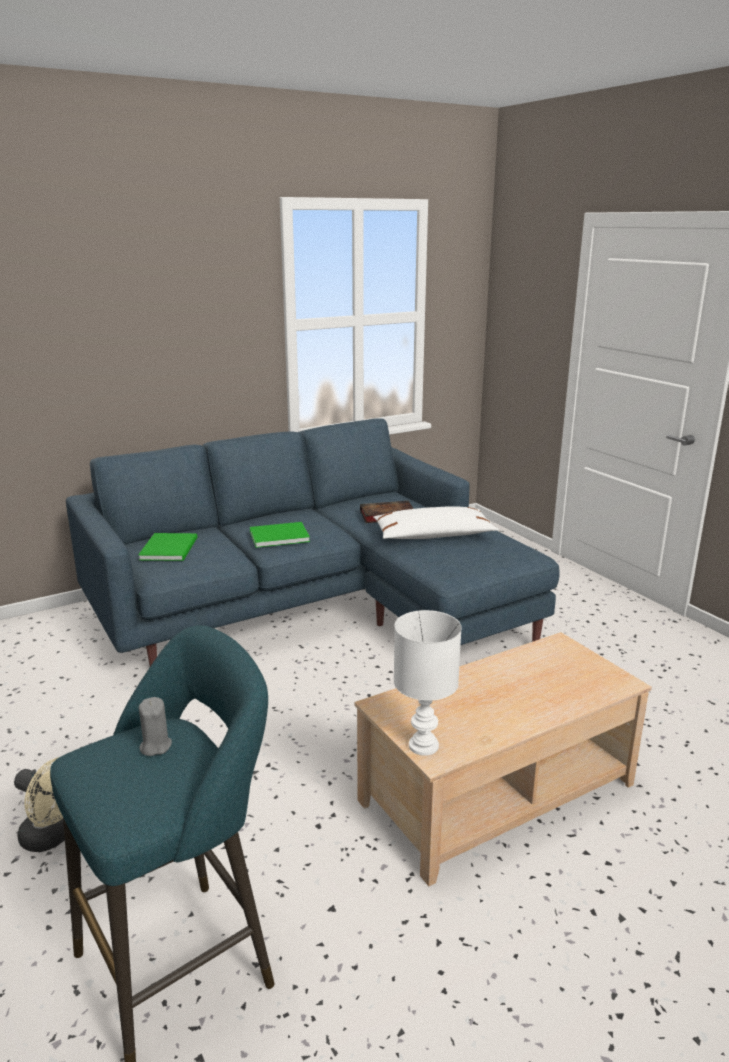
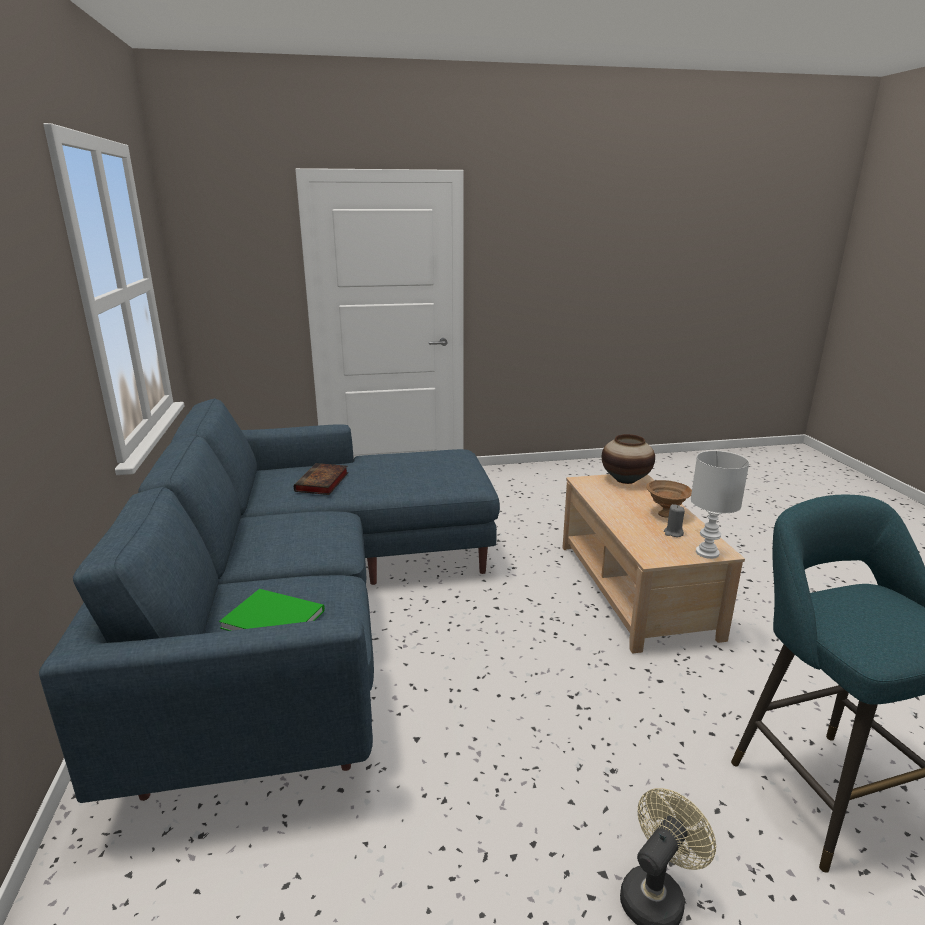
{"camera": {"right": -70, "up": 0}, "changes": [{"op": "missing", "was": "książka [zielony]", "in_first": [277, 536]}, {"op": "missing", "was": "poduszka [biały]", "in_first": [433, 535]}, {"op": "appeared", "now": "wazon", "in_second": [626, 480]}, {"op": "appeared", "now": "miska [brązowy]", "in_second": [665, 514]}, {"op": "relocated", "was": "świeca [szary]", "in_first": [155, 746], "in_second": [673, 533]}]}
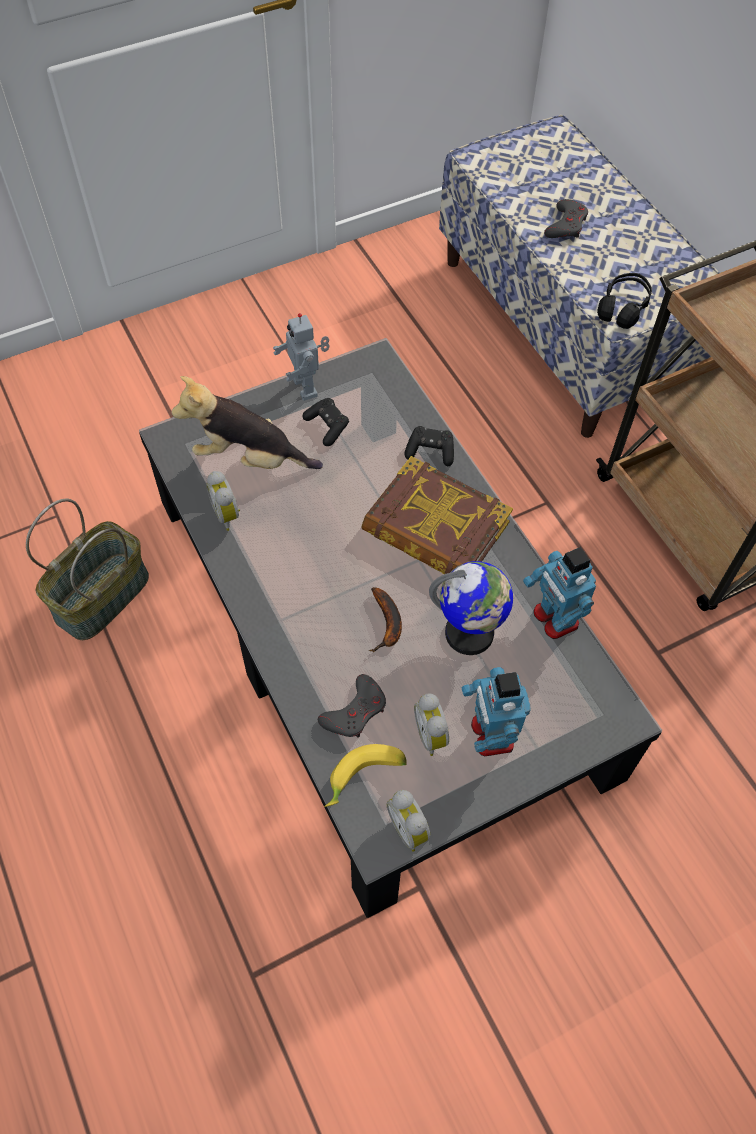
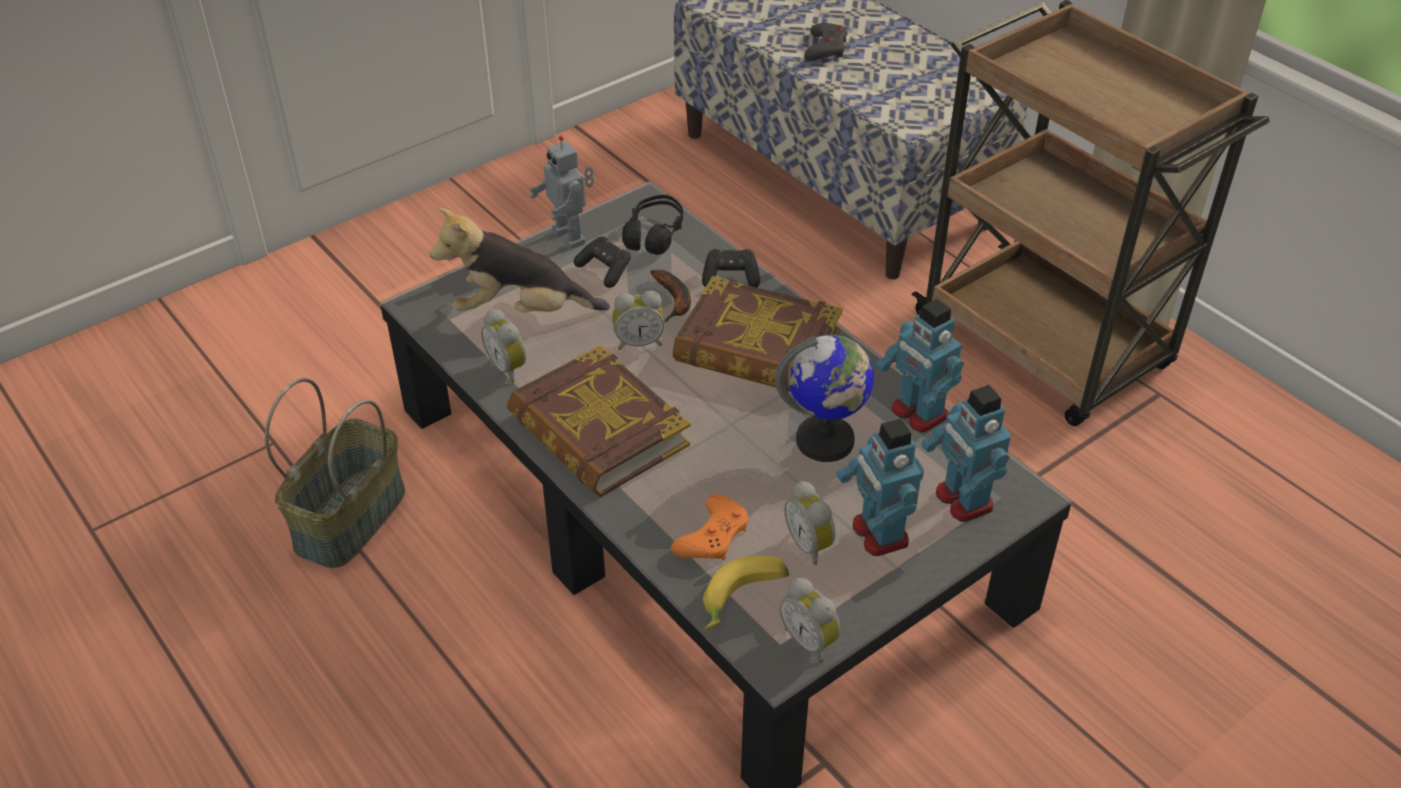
{"camera": {"right": -10, "up": -15}, "changes": [{"op": "appeared", "now": "książka", "in_second": [597, 432]}, {"op": "appeared", "now": "budzik", "in_second": [639, 342]}, {"op": "appeared", "now": "robot zabawkowy", "in_second": [962, 500]}, {"op": "relocated", "was": "banan", "in_first": [387, 624], "in_second": [674, 300]}, {"op": "relocated", "was": "słuchawki [czarny]", "in_first": [623, 308], "in_second": [654, 234]}, {"op": "colour", "was": "pad do gier [szary]", "now": "pad do gier [pomarańczowy]", "in_first": [355, 711], "in_second": [713, 536]}]}
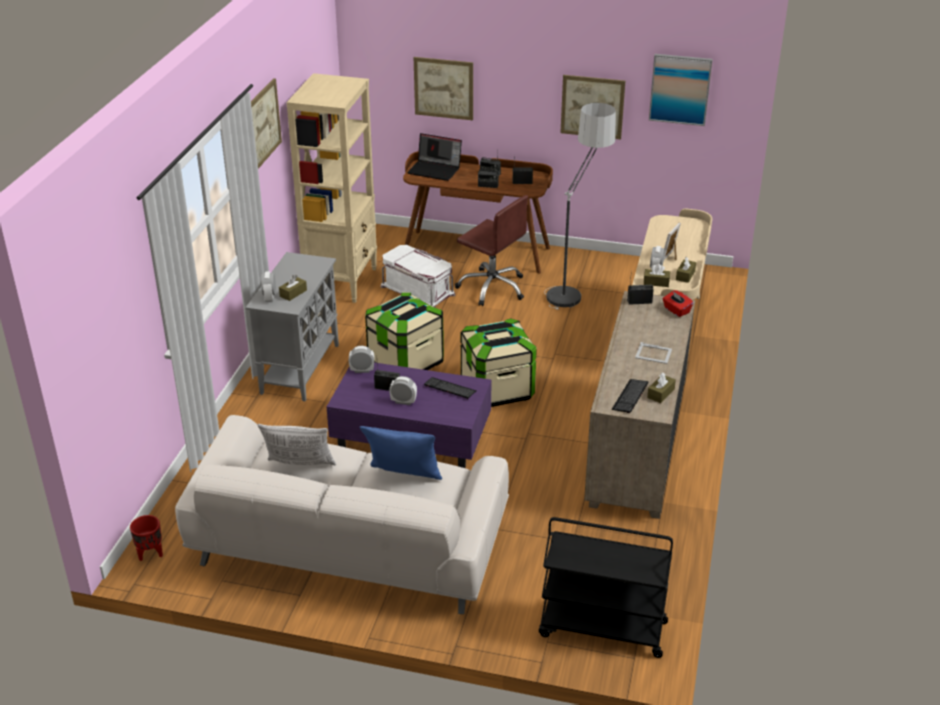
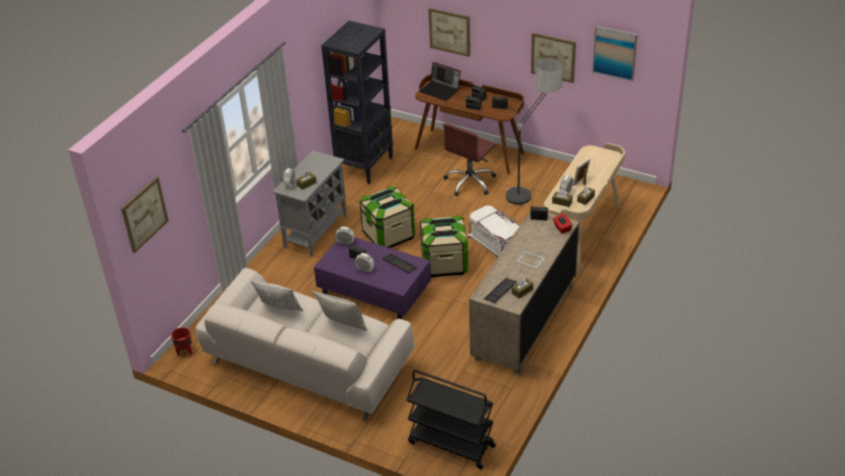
{"camera": {"right": 15, "up": 5}, "changes": [{"op": "relocated", "was": "obraz", "in_first": [263, 124], "in_second": [144, 214]}, {"op": "relocated", "was": "pojemnik do przechowywania [biały]", "in_first": [418, 289], "in_second": [496, 242]}, {"op": "colour", "was": "regał [beżowy]", "now": "regał [czarny]", "in_first": [342, 281], "in_second": [365, 166]}, {"op": "colour", "was": "poduszka [niebieski]", "now": "poduszka [szary]", "in_first": [403, 479], "in_second": [342, 327]}, {"op": "spun", "was": "krzesło biurowe [brązowy]", "in_first": [492, 287], "in_second": [470, 182], "clockwise": 75}]}
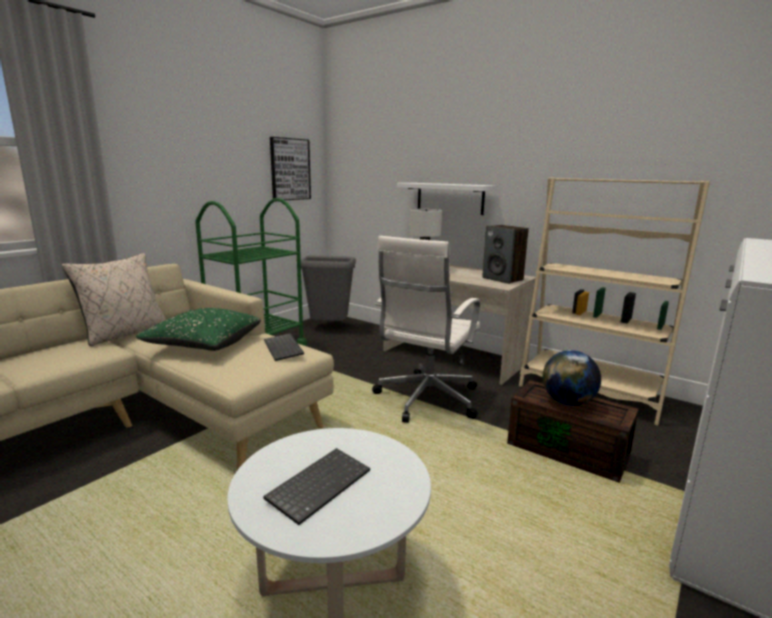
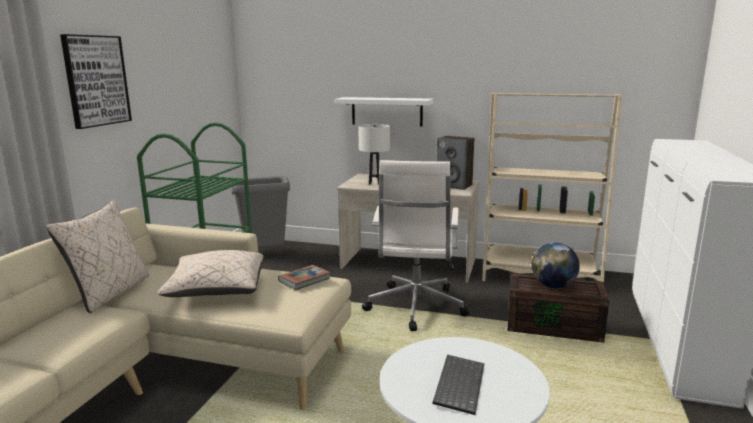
{"camera": {"right": -20, "up": 0}, "changes": [{"op": "relocated", "was": "obraz", "in_first": [290, 169], "in_second": [96, 81]}, {"op": "exchanged", "was": "klawiatura", "now": "książka", "in_first": [284, 348], "in_second": [304, 280]}, {"op": "colour", "was": "poduszka [zielony]", "now": "poduszka [beżowy]", "in_first": [204, 344], "in_second": [217, 290]}]}
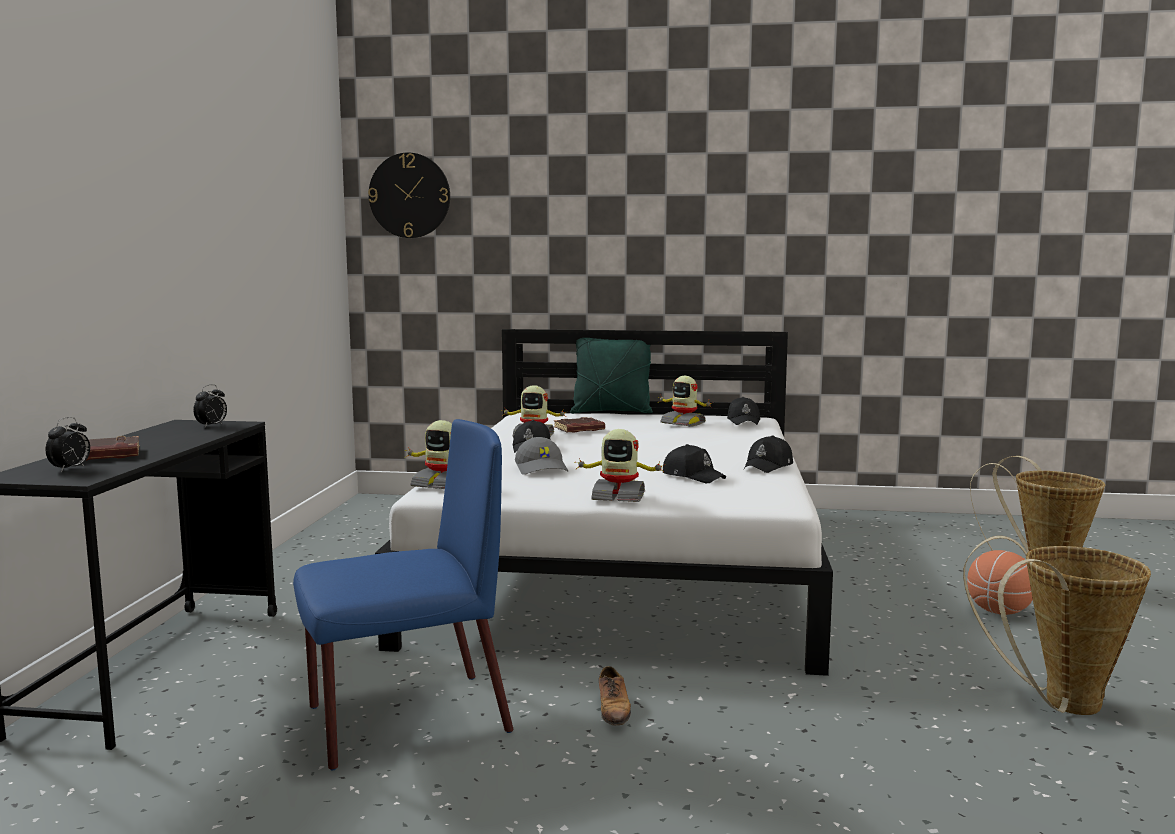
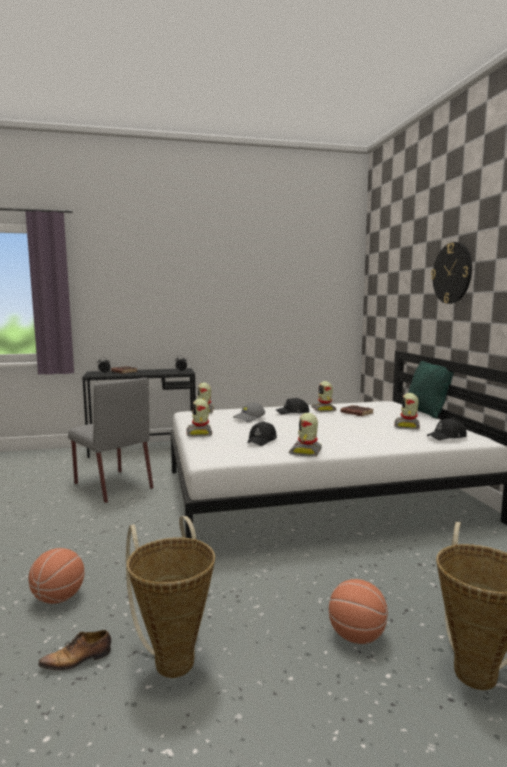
{"camera": {"right": 70, "up": 0}, "changes": [{"op": "appeared", "now": "piłka do koszykówki", "in_second": [59, 597]}, {"op": "relocated", "was": "zegar ścienny", "in_first": [409, 195], "in_second": [452, 273]}, {"op": "relocated", "was": "but", "in_first": [613, 709], "in_second": [78, 660]}, {"op": "exchanged", "was": "czapka z daszkiem [czarny]", "now": "robot zabawkowy", "in_first": [768, 466], "in_second": [306, 452]}, {"op": "colour", "was": "krzesło [niebieski]", "now": "krzesło [szary]", "in_first": [404, 720], "in_second": [112, 485]}]}
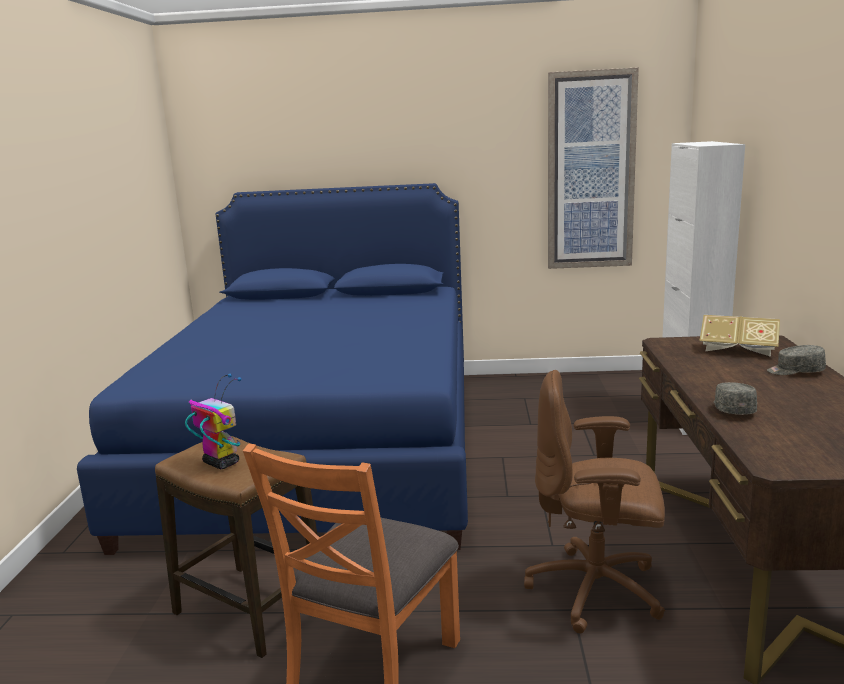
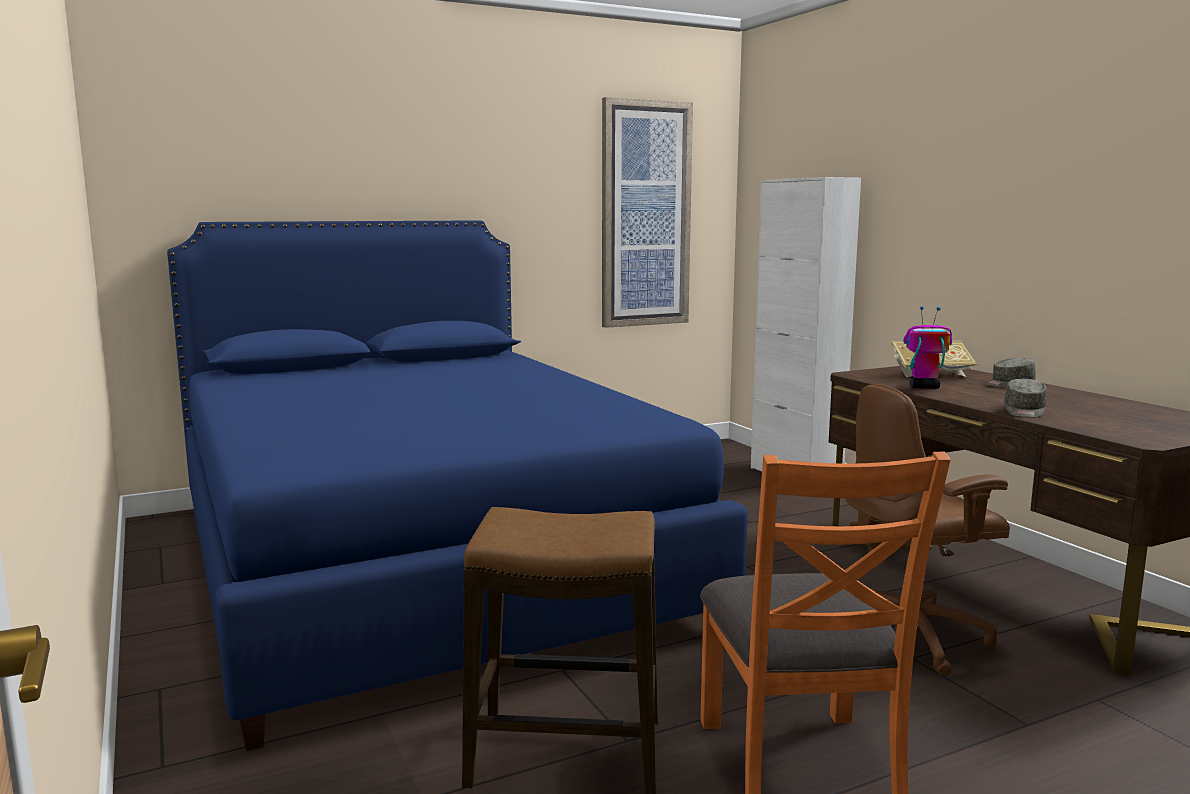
{"camera": {"right": -30, "up": -5}, "changes": [{"op": "relocated", "was": "robot zabawkowy", "in_first": [220, 463], "in_second": [923, 387]}, {"op": "spun", "was": "czapka z daszkiem [szary]", "in_first": [732, 409], "in_second": [1024, 411], "clockwise": -135}]}
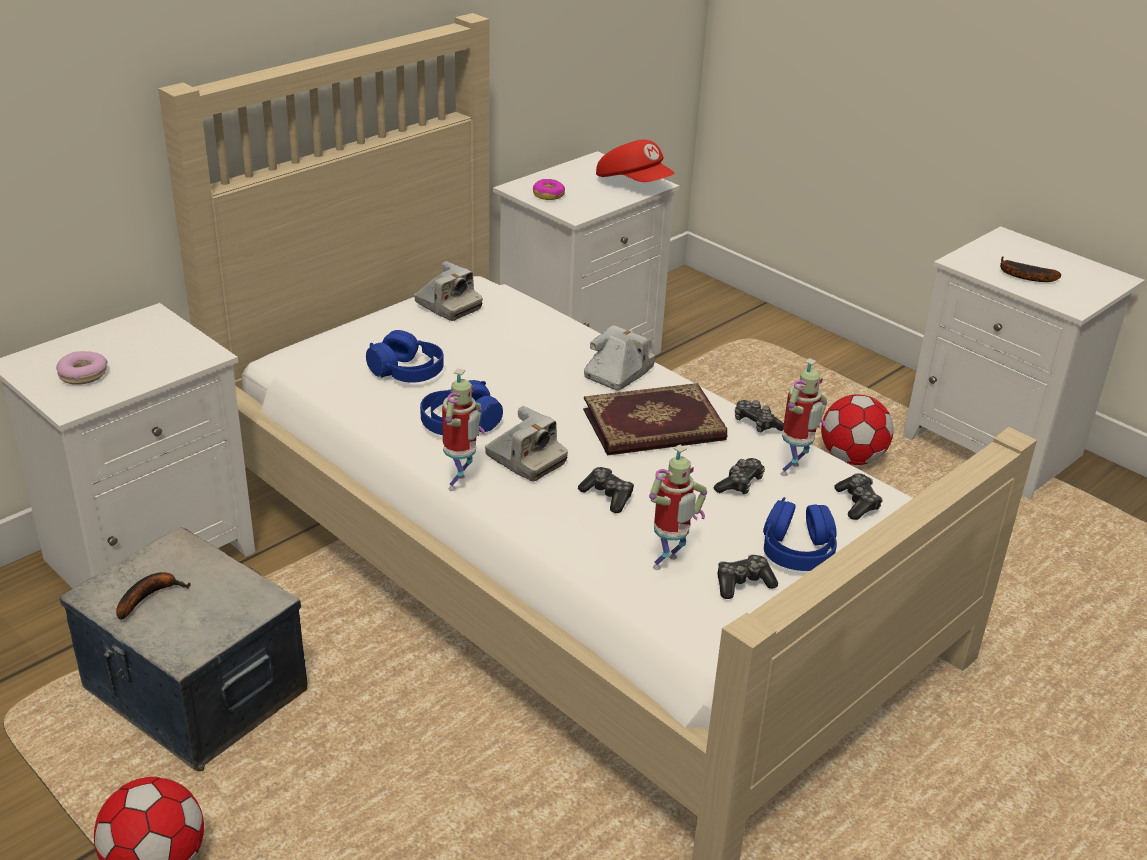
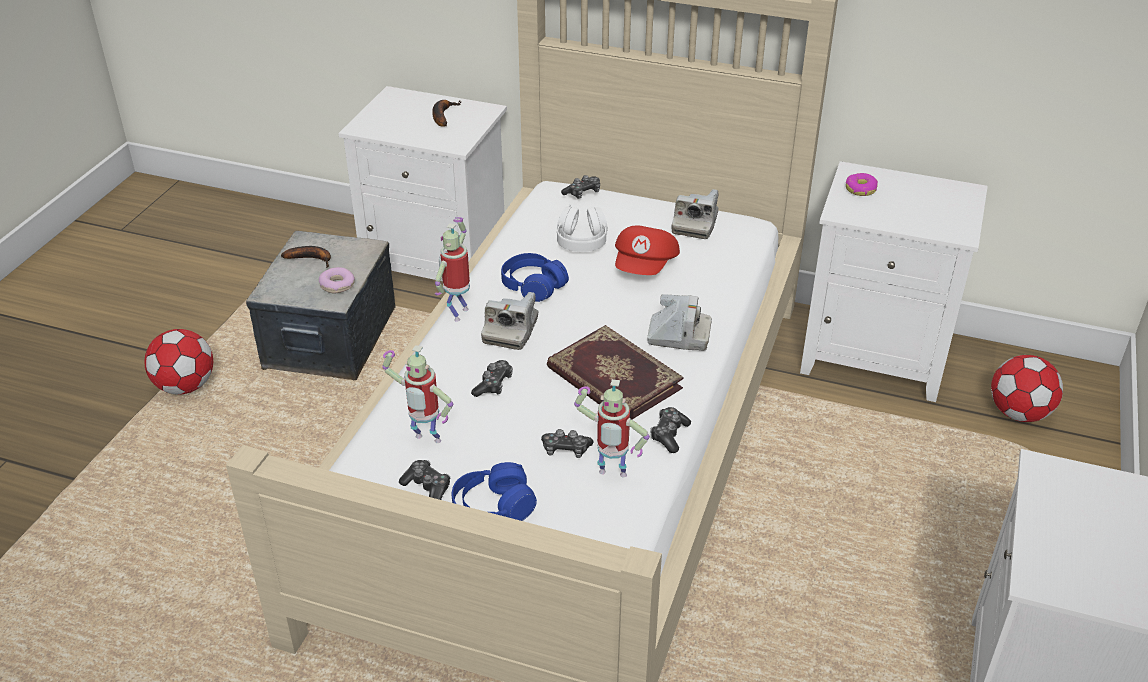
{"camera": {"right": 65, "up": 5}, "changes": [{"op": "relocated", "was": "donut", "in_first": [83, 375], "in_second": [337, 285]}, {"op": "relocated", "was": "czapka z daszkiem [czerwony]", "in_first": [634, 183], "in_second": [645, 267]}, {"op": "relocated", "was": "piłka futbolowa", "in_first": [851, 458], "in_second": [1018, 413]}, {"op": "relocated", "was": "pad do gier", "in_first": [857, 503], "in_second": [582, 193]}, {"op": "relocated", "was": "banan", "in_first": [1022, 276], "in_second": [442, 115]}, {"op": "colour", "was": "słuchawki [niebieski]", "now": "słuchawki [biały]", "in_first": [407, 371], "in_second": [582, 240]}, {"op": "spun", "was": "robot zabawkowy", "in_first": [460, 484], "in_second": [458, 313], "clockwise": 120}]}
